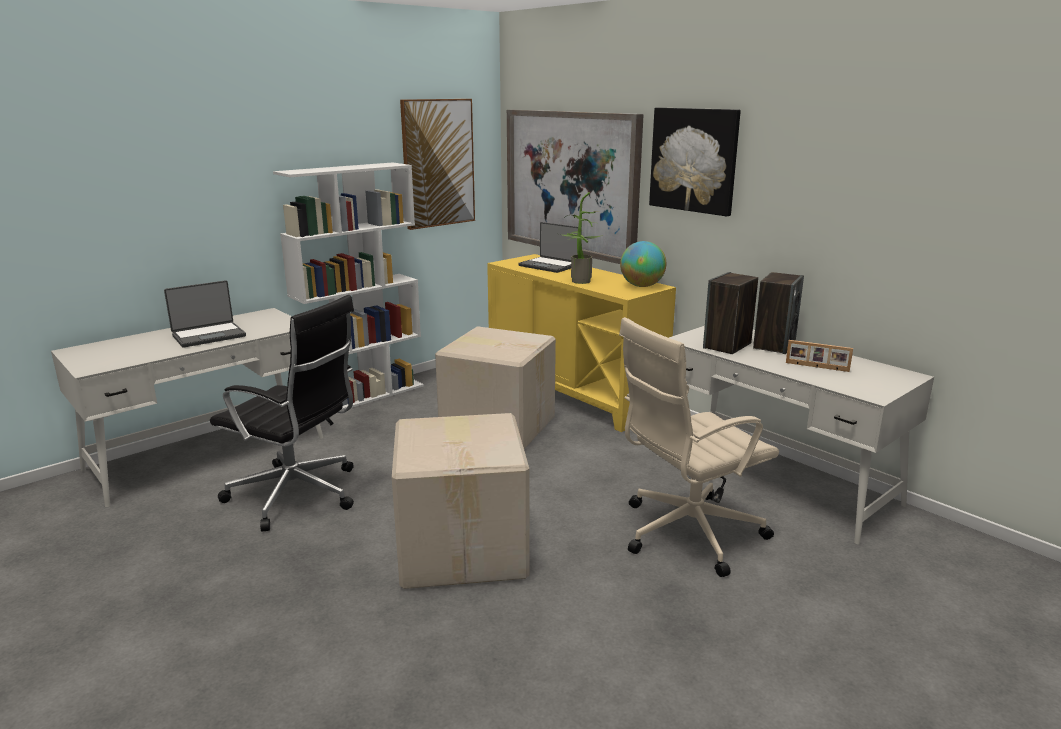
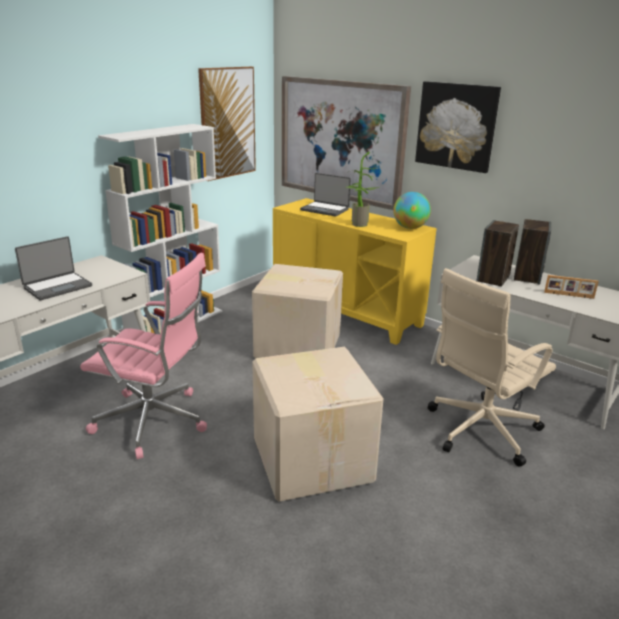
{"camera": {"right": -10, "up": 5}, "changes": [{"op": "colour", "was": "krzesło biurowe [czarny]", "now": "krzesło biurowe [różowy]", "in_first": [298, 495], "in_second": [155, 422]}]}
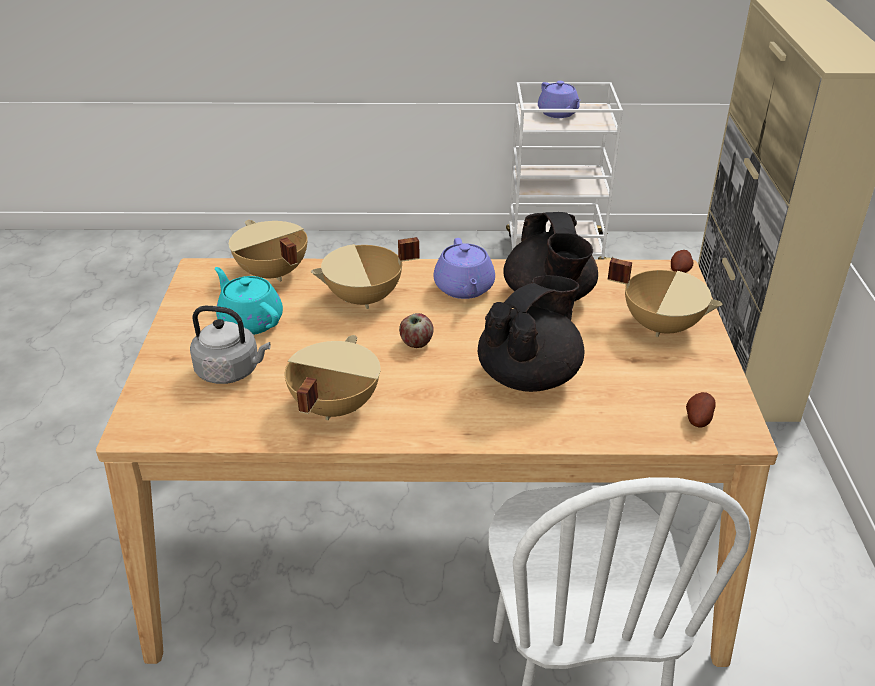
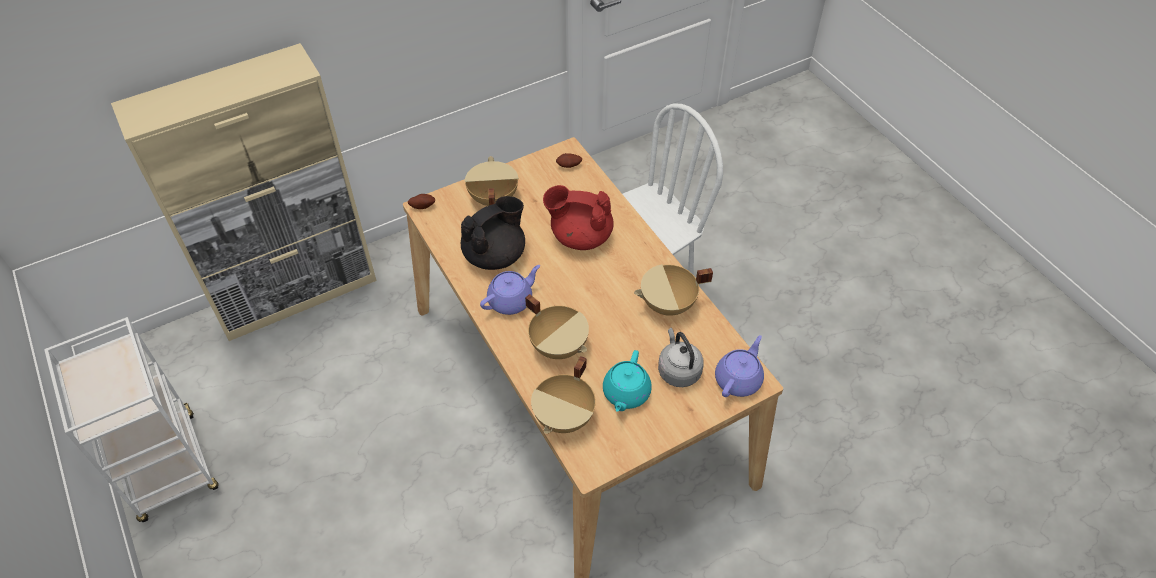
{"camera": {"right": -120, "up": 15}, "changes": [{"op": "missing", "was": "jabłko", "in_first": [416, 343]}, {"op": "relocated", "was": "imbryk [fioletowy]", "in_first": [558, 113], "in_second": [738, 379]}, {"op": "colour", "was": "imbryk [czarny]", "now": "imbryk [czerwony]", "in_first": [530, 376], "in_second": [580, 236]}]}
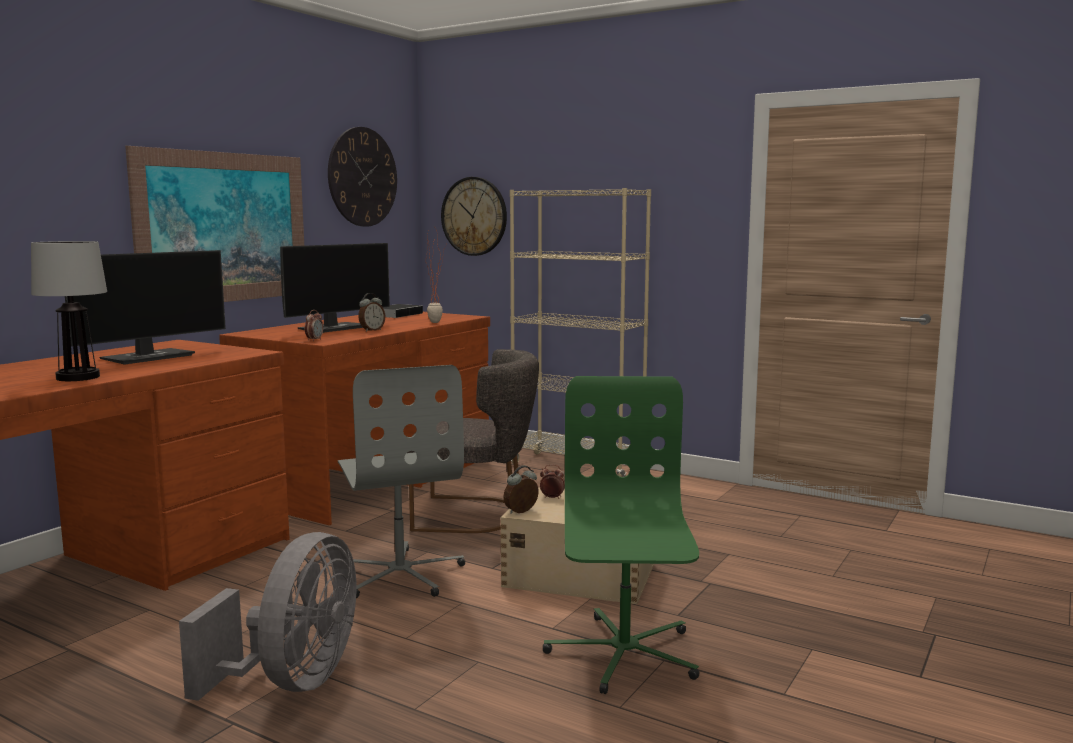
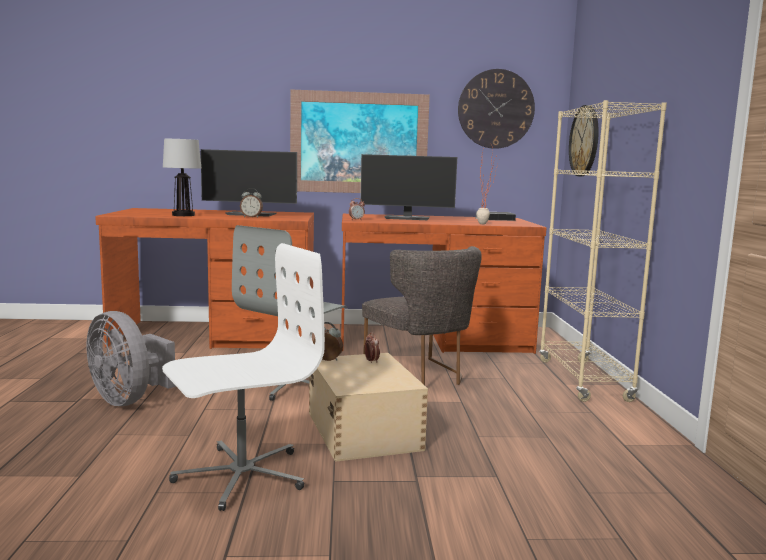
{"camera": {"right": 55, "up": 0}, "changes": [{"op": "relocated", "was": "budzik", "in_first": [371, 330], "in_second": [251, 217]}, {"op": "colour", "was": "krzesło biurowe [zielony]", "now": "krzesło biurowe [biały]", "in_first": [623, 654], "in_second": [240, 475]}, {"op": "spun", "was": "wentylator [szary]", "in_first": [293, 681], "in_second": [128, 399], "clockwise": 60}]}
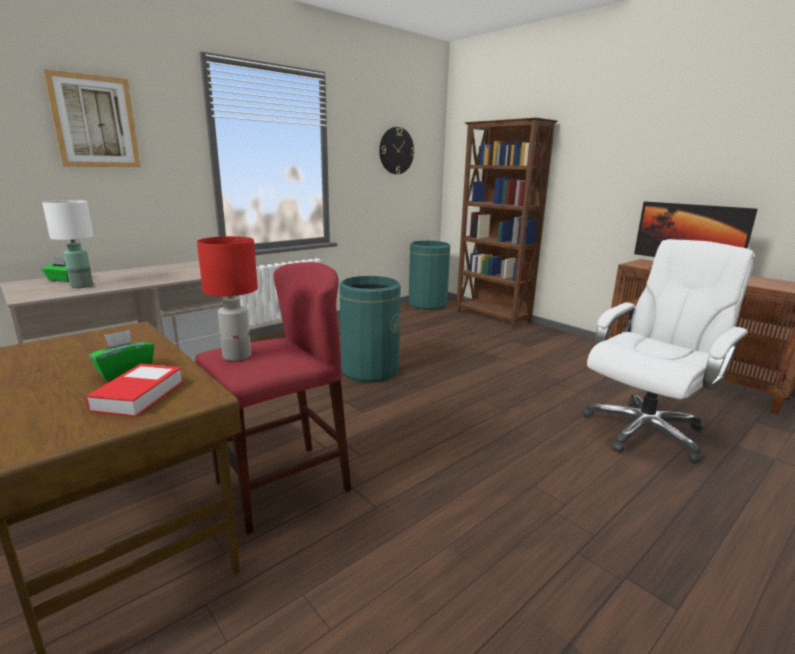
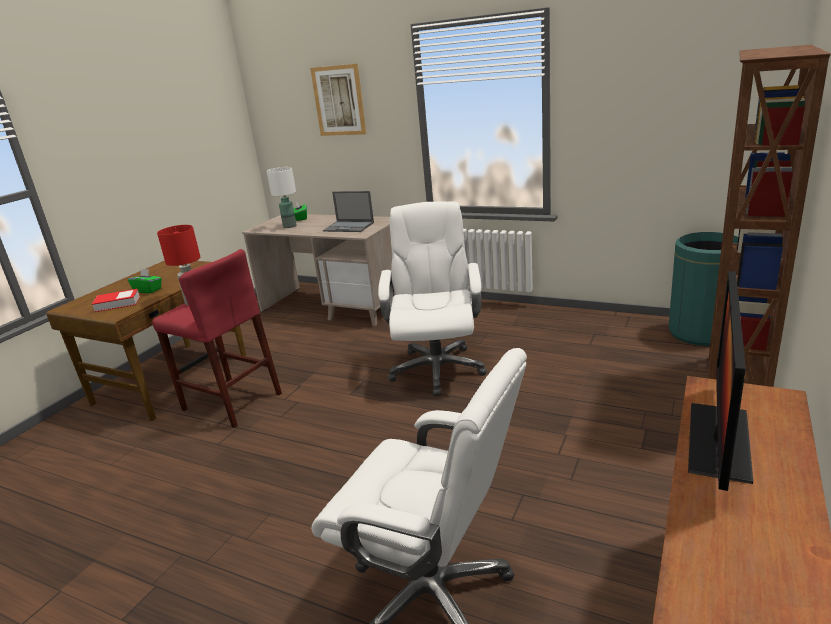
{"camera": {"right": 70, "up": 5}, "changes": [{"op": "missing", "was": "zegar ścienny", "in_first": [396, 150]}, {"op": "appeared", "now": "laptop", "in_second": [349, 227]}, {"op": "exchanged", "was": "kosz na śmieci [zielony]", "now": "krzesło biurowe [biały]", "in_first": [369, 370], "in_second": [437, 369]}]}
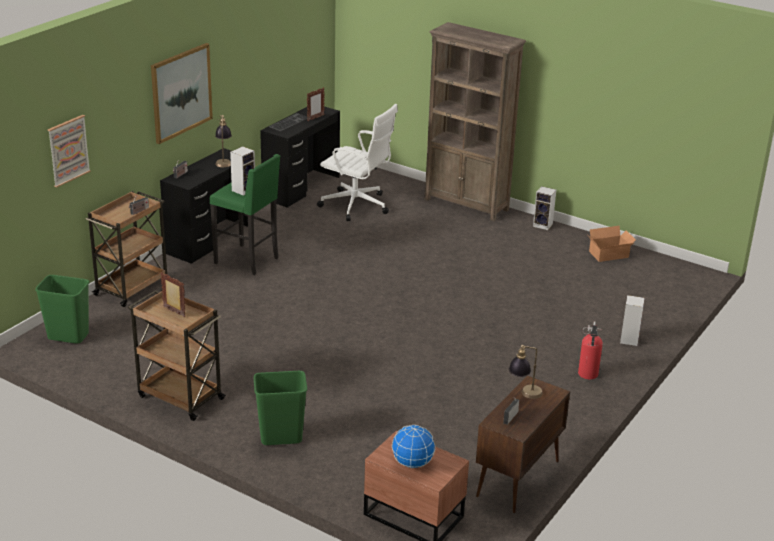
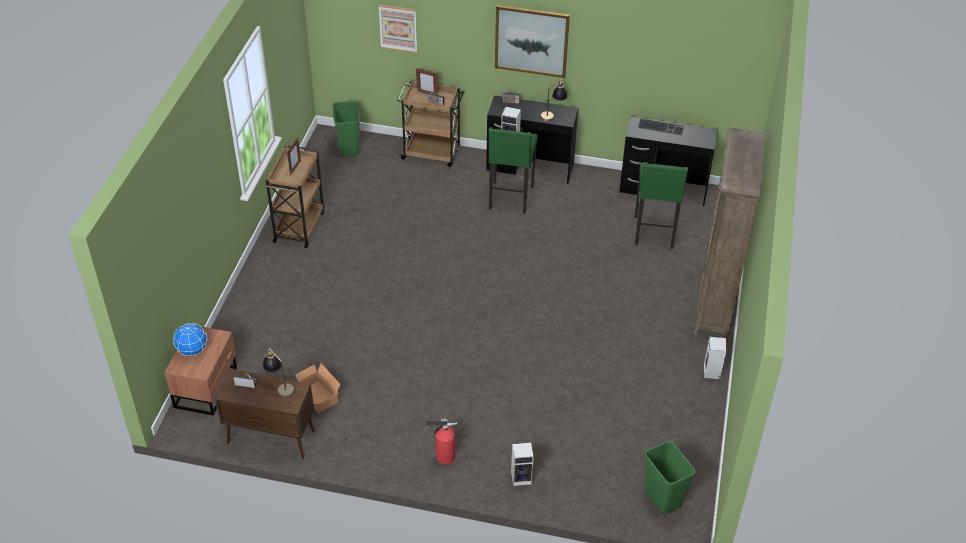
{"camera": {"right": 70, "up": 15}, "changes": [{"op": "relocated", "was": "kosz na śmieci [zielony]", "in_first": [280, 438], "in_second": [662, 498]}, {"op": "relocated", "was": "ramka na zdjęcie", "in_first": [315, 118], "in_second": [427, 94]}, {"op": "relocated", "was": "karton", "in_first": [610, 255], "in_second": [317, 398]}, {"op": "exchanged", "was": "krzesło biurowe [biały]", "now": "stołek [zielony]", "in_first": [357, 206], "in_second": [654, 233]}]}
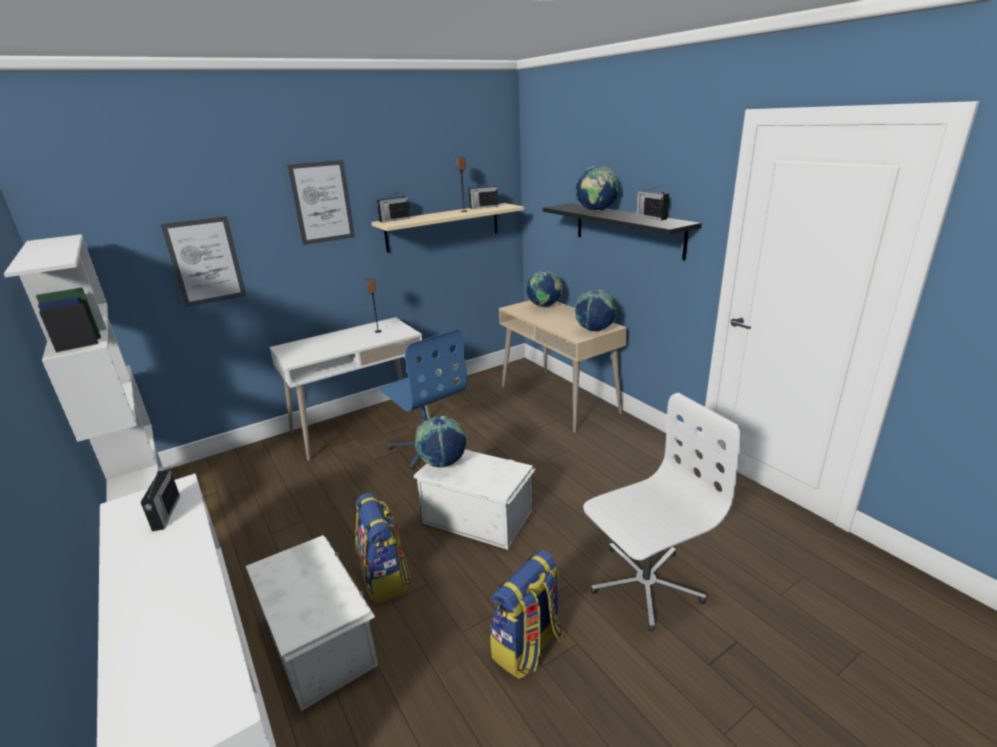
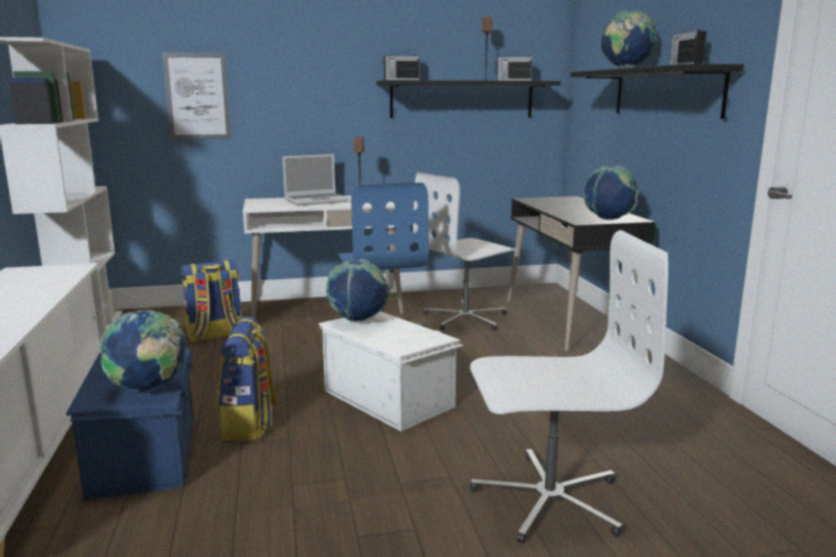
{"camera": {"right": 20, "up": -10}, "changes": [{"op": "missing", "was": "radio", "in_first": [166, 514]}, {"op": "missing", "was": "obraz", "in_first": [322, 202]}, {"op": "appeared", "now": "laptop", "in_second": [317, 200]}, {"op": "appeared", "now": "krzesło biurowe [biały]", "in_second": [466, 318]}, {"op": "relocated", "was": "plecak", "in_first": [527, 647], "in_second": [215, 335]}, {"op": "relocated", "was": "globus", "in_first": [544, 307], "in_second": [149, 389]}, {"op": "colour", "was": "pojemnik do przechowywania [biały]", "now": "pojemnik do przechowywania [niebieski]", "in_first": [320, 640], "in_second": [147, 454]}, {"op": "colour", "was": "półka [beżowy]", "now": "półka [czarny]", "in_first": [443, 227], "in_second": [462, 99]}, {"op": "colour", "was": "biurko [beżowy]", "now": "biurko [czarny]", "in_first": [559, 399], "in_second": [569, 321]}]}
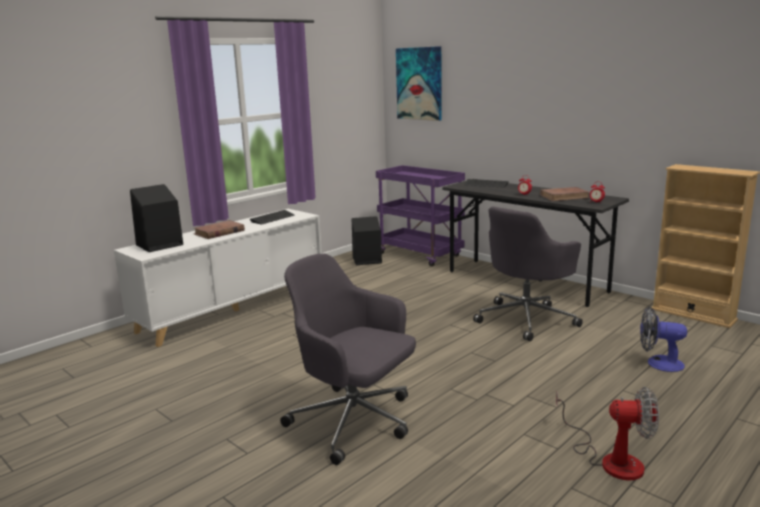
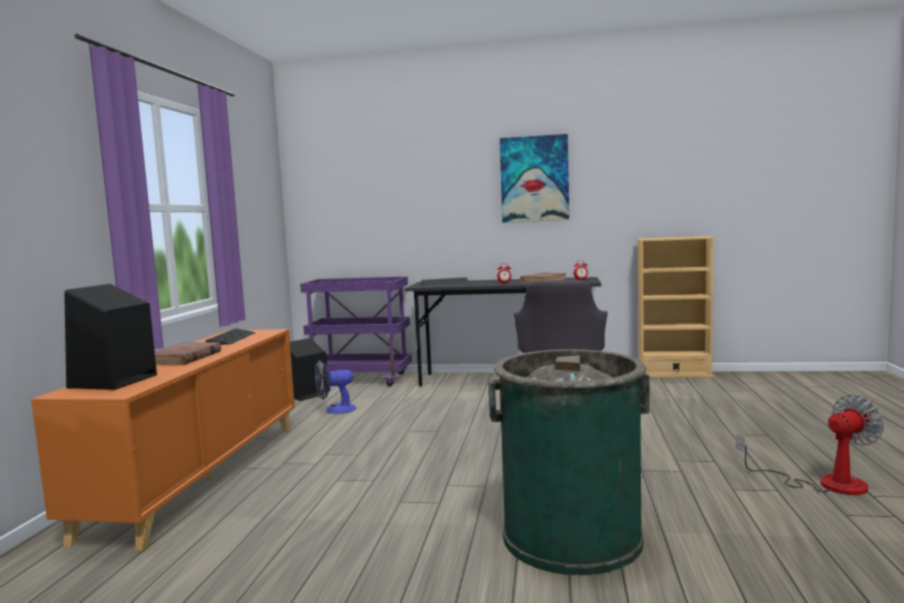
{"camera": {"right": -35, "up": -10}, "changes": [{"op": "relocated", "was": "obraz", "in_first": [419, 83], "in_second": [534, 179]}, {"op": "relocated", "was": "wentylator", "in_first": [658, 363], "in_second": [335, 410]}, {"op": "exchanged", "was": "krzesło biurowe [szary]", "now": "kosz na śmieci [zielony]", "in_first": [354, 422], "in_second": [571, 536]}, {"op": "colour", "was": "szafka [biały]", "now": "szafka [pomarańczowy]", "in_first": [233, 309], "in_second": [201, 475]}]}
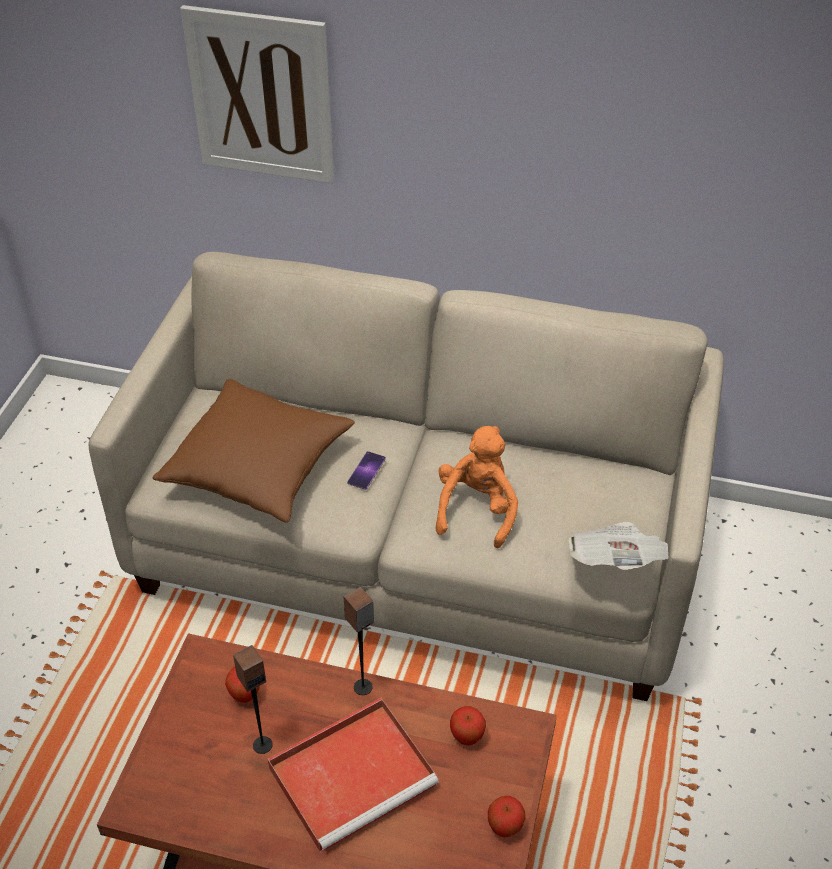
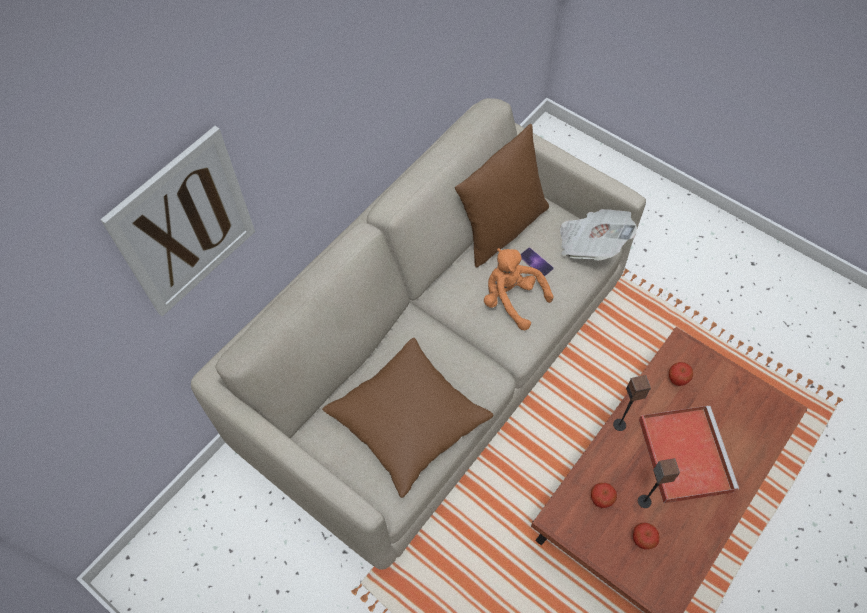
{"camera": {"right": -65, "up": 15}, "changes": [{"op": "appeared", "now": "poduszka [brązowy]", "in_second": [501, 228]}, {"op": "relocated", "was": "telefon", "in_first": [366, 470], "in_second": [536, 262]}, {"op": "relocated", "was": "jabłko", "in_first": [504, 828], "in_second": [642, 540]}]}
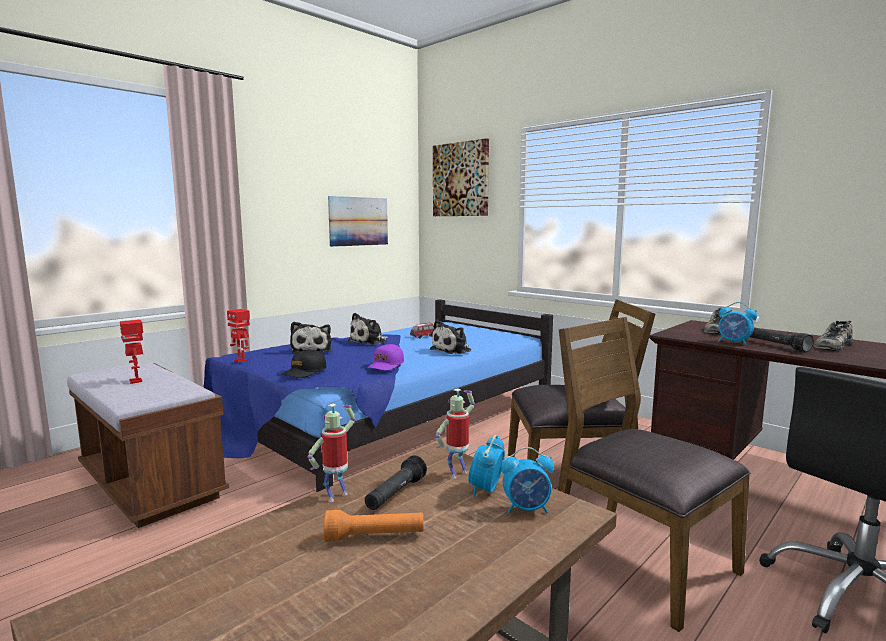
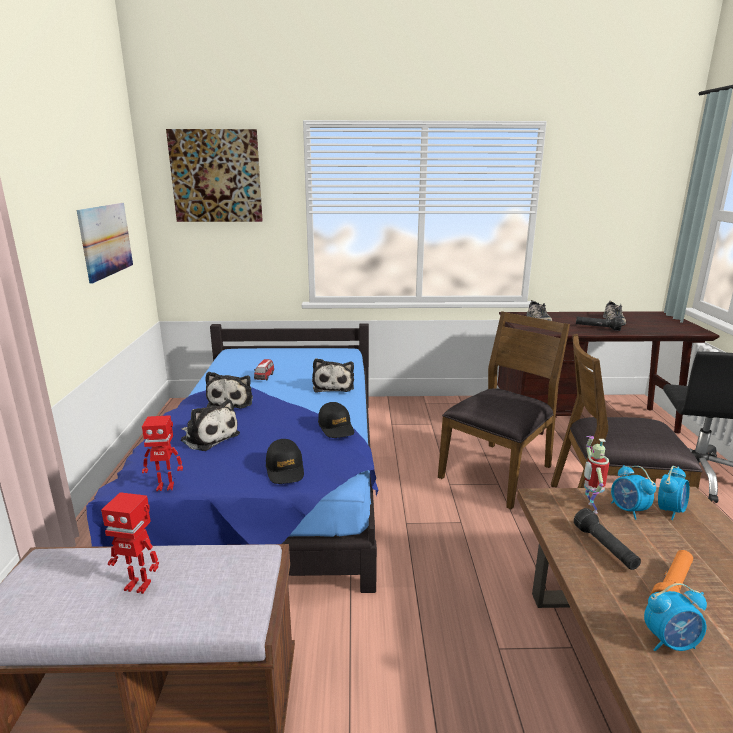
{"camera": {"right": -45, "up": 10}, "changes": [{"op": "missing", "was": "robot zabawkowy", "in_first": [336, 496]}, {"op": "relocated", "was": "budzik", "in_first": [734, 343], "in_second": [670, 642]}, {"op": "colour", "was": "czapka z daszkiem [fioletowy]", "now": "czapka z daszkiem [czarny]", "in_first": [386, 365], "in_second": [336, 427]}]}
